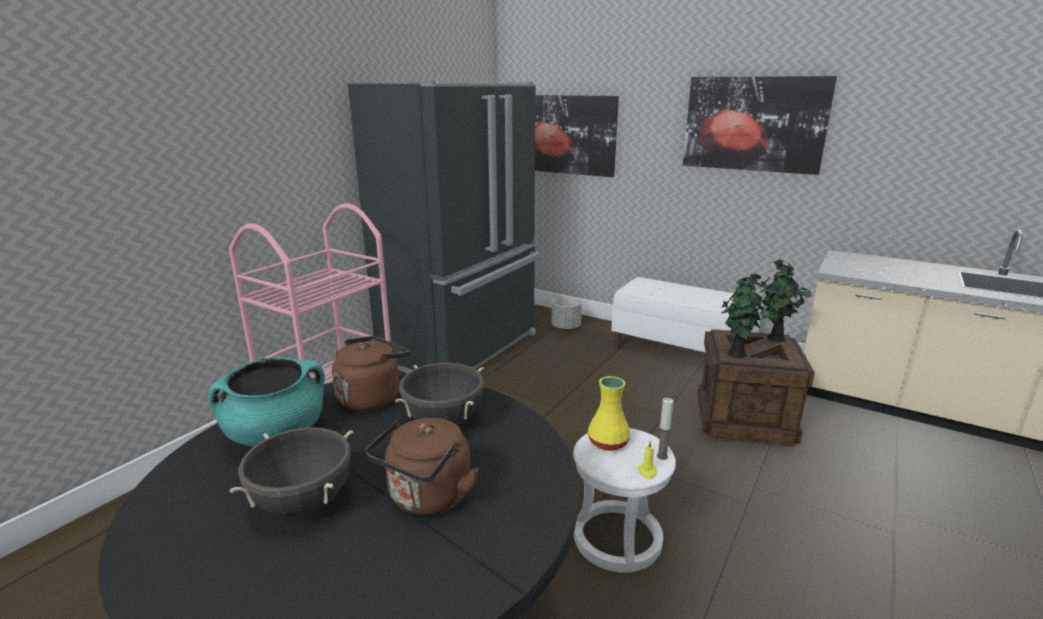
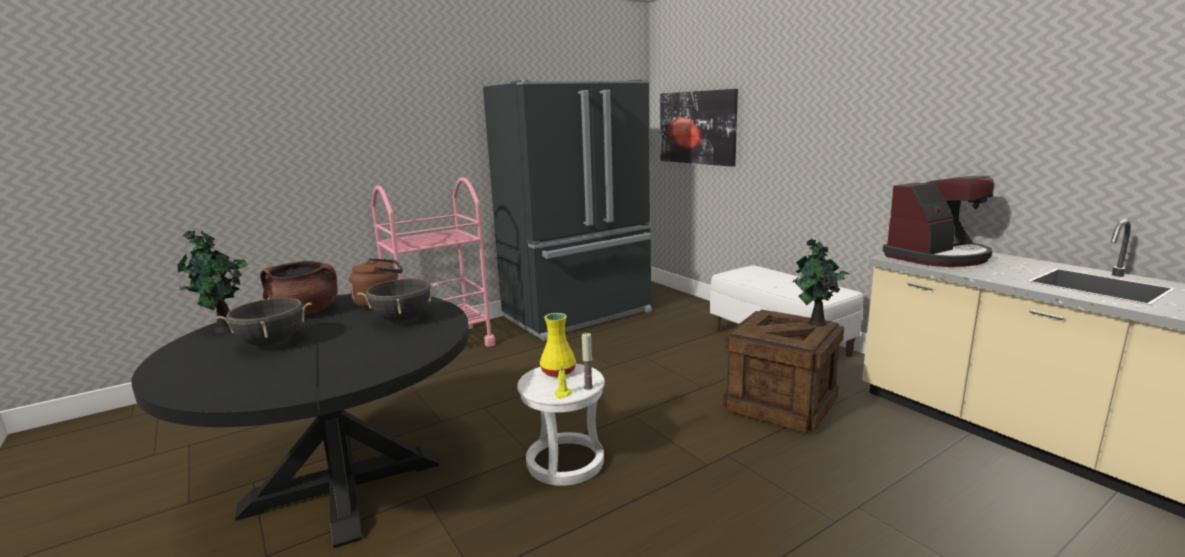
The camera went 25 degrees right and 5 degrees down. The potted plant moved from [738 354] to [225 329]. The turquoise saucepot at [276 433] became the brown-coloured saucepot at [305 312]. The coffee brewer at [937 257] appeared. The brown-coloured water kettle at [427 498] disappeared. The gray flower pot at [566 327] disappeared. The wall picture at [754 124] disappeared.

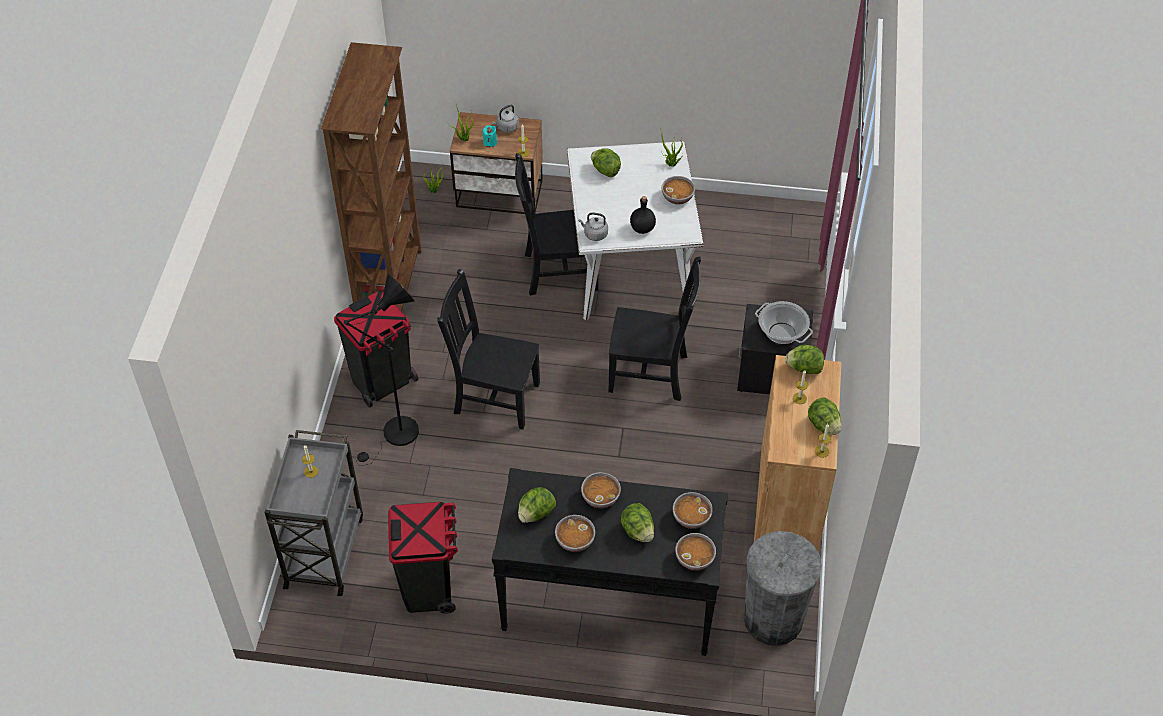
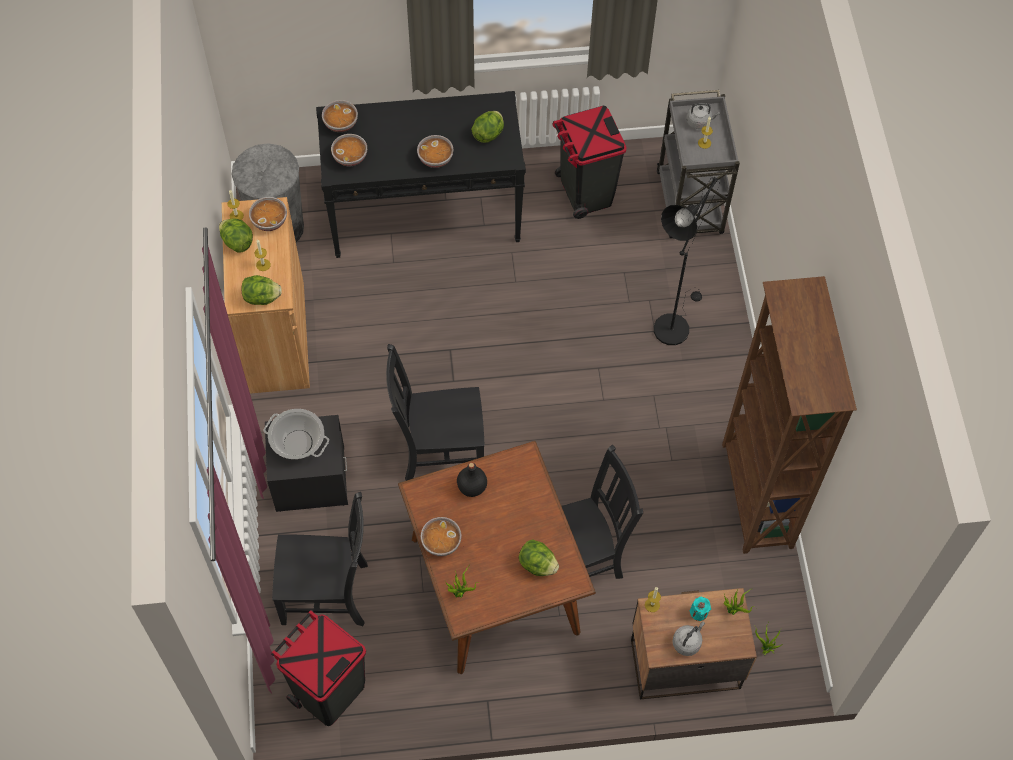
The camera went 165 degrees right and 10 degrees up. The deep dish moved from [575 541] to [269 221]. The blackish trash can moved from [382 382] to [329 691]. The blackish upright chair moved from [493 397] to [328 593]. The whitish kitchen table at [630 268] became the brown-coloured kitchen table at [494 584]. The gray water kettle moved from [594 234] to [699 121]. The lettuce head at [637 531] disappeared.

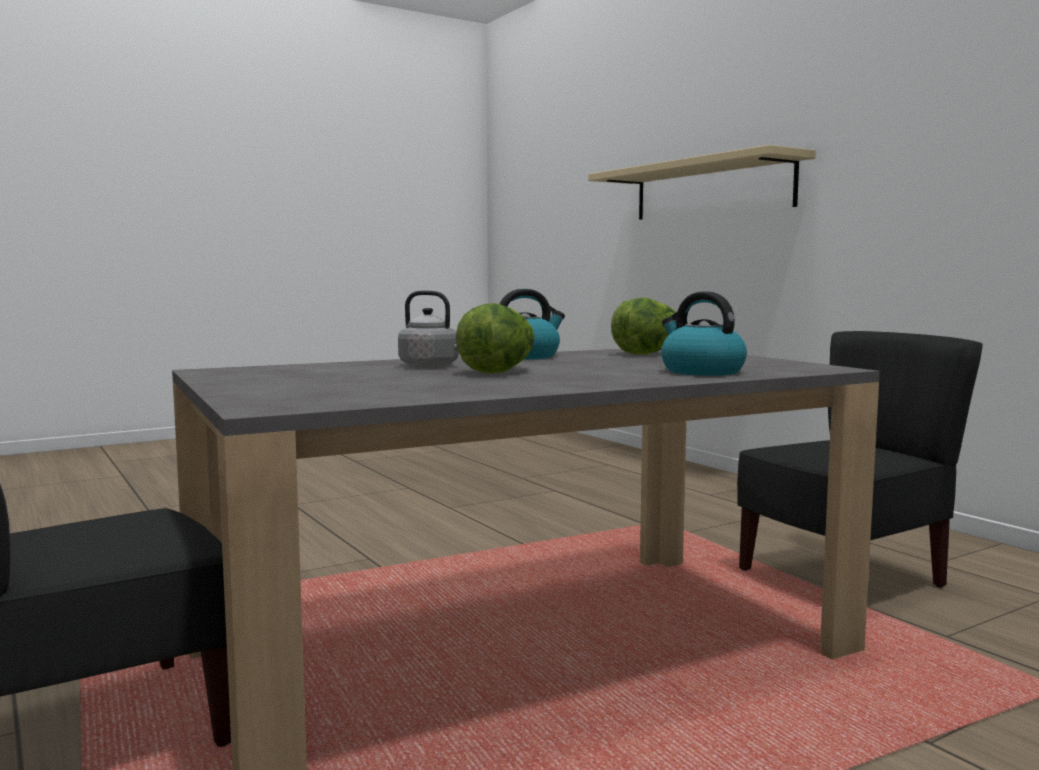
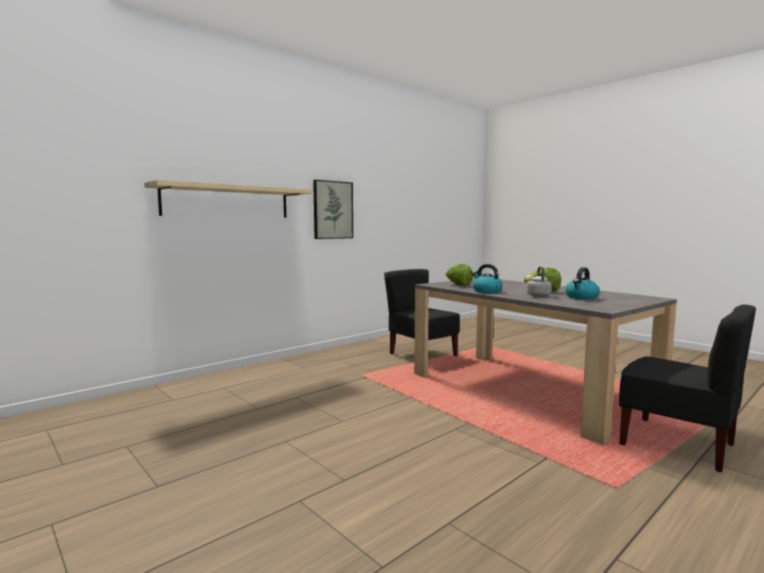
The camera went 100 degrees left and 0 degrees up. The wall picture at [332 210] appeared. The water kettle moved from [701 371] to [581 297].

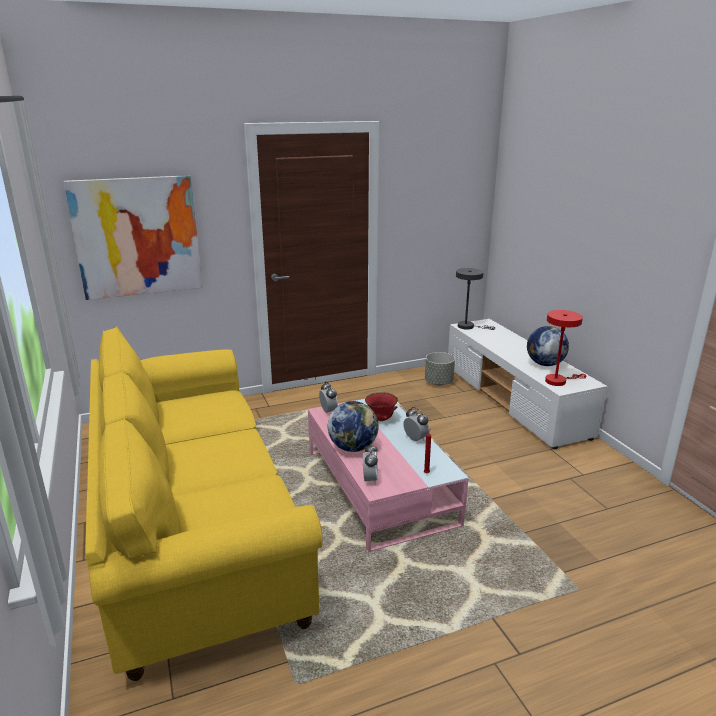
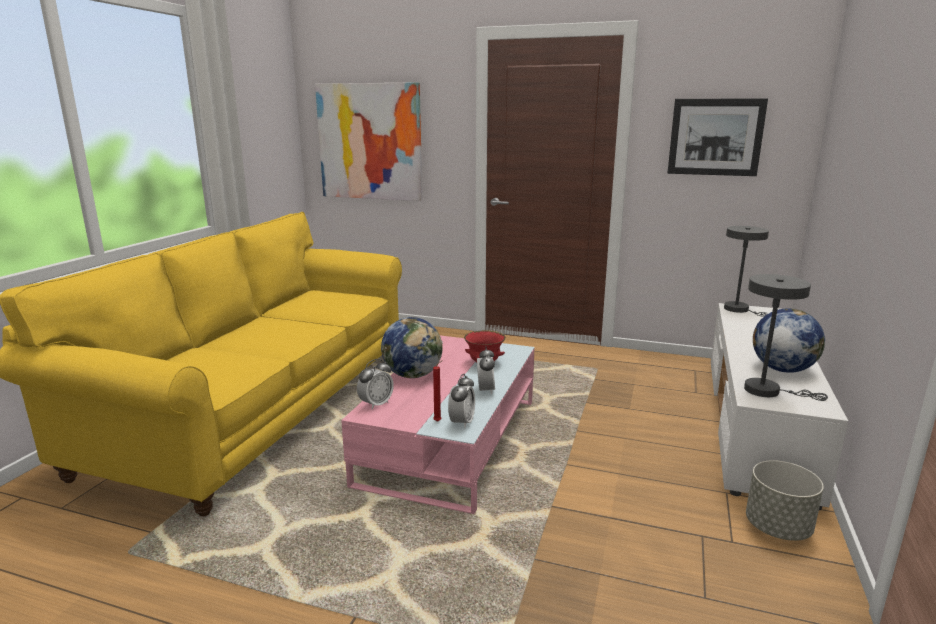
The camera went 40 degrees right and 5 degrees down. The table clock moved from [328 411] to [462 422]. The wall picture at [715 137] appeared. The reddish tabletop lamp at [558 381] became the gray tabletop lamp at [768 391]. The gray flower pot moved from [438 382] to [777 528].

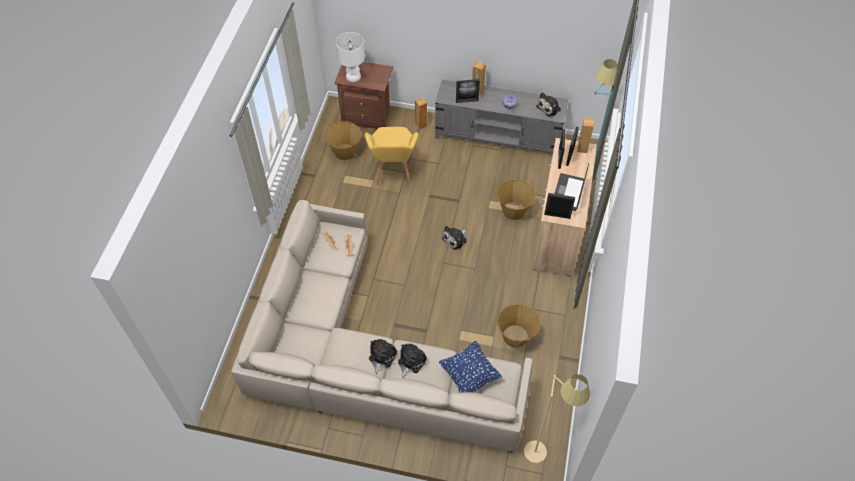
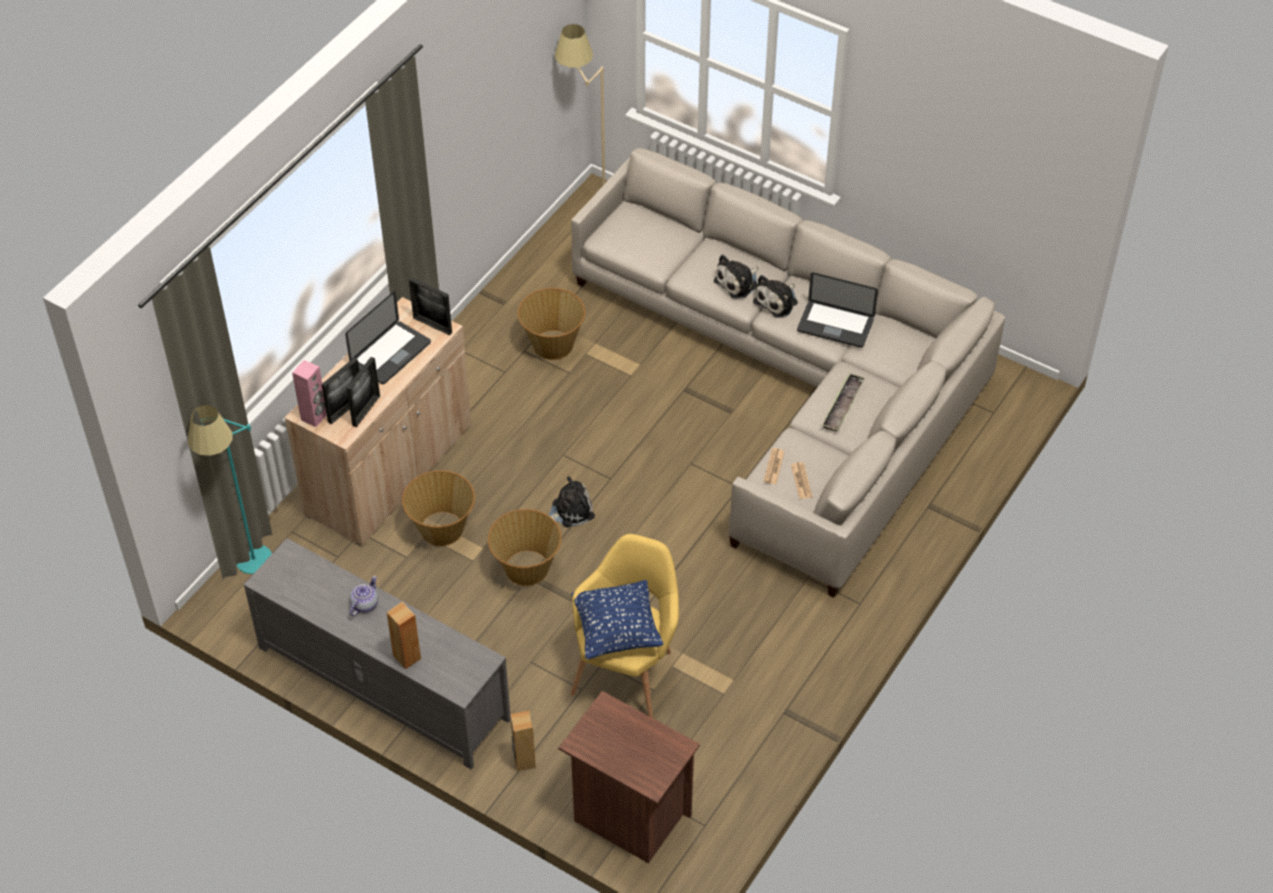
The camera went 160 degrees left and 5 degrees down. The brown-coloured loudspeaker at [582 148] became the pink loudspeaker at [314 417]. The basket moved from [345 151] to [526 569]. The blue-coloured cushion moved from [469 375] to [617 632]. The laptop at [835 325] appeared. The carrying tray at [842 405] appeared. The whitish tabletop lamp at [353 77] disappeared. The picture frame at [467 101] disappeared. The plush toy at [549 107] disappeared.

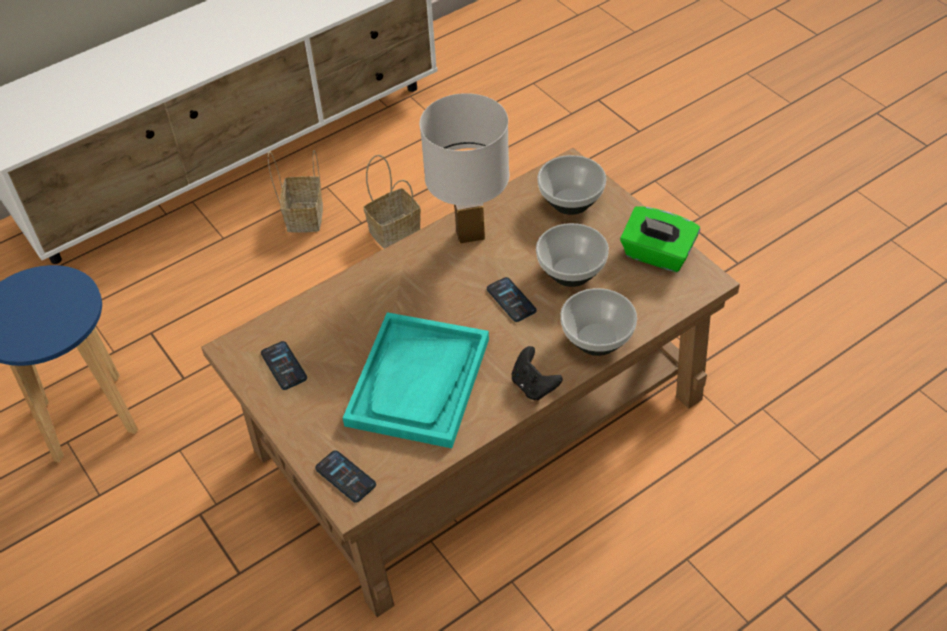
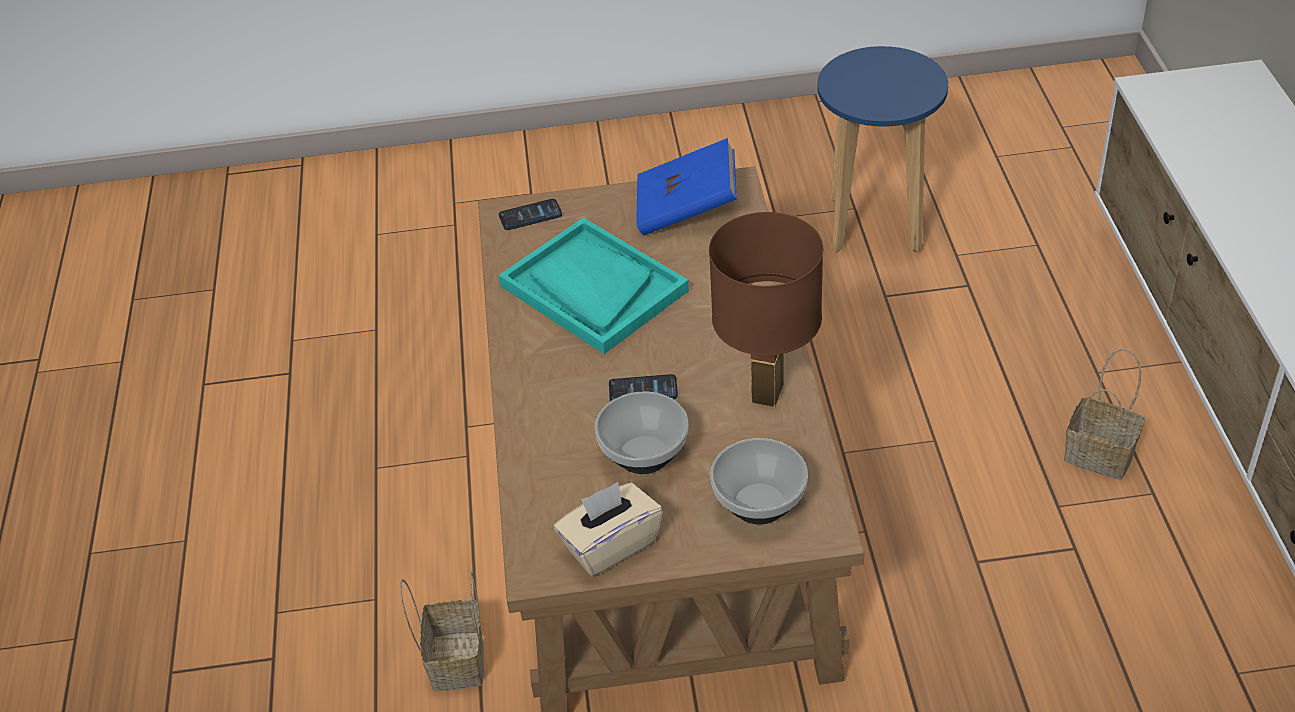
The camera went 120 degrees right and 5 degrees down. The basket moved from [394 232] to [455 659]. The green tissue box at [657 255] became the beige tissue box at [610 545]. The telephone at [284 366] was replaced by the blue-coloured book at [687 209]. The whitish tabletop lamp at [471 234] became the brown-coloured tabletop lamp at [768 394]. The blackish joypad at [534 386] disappeared. The deep dish at [597 339] disappeared.

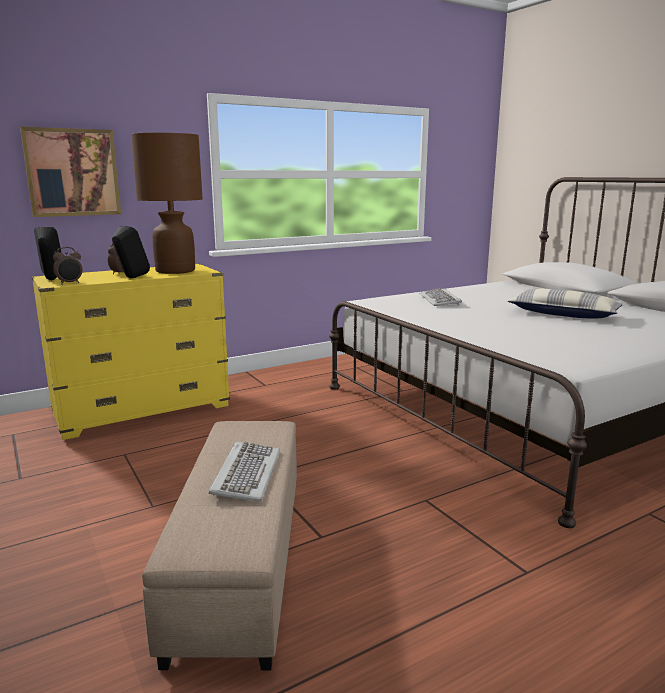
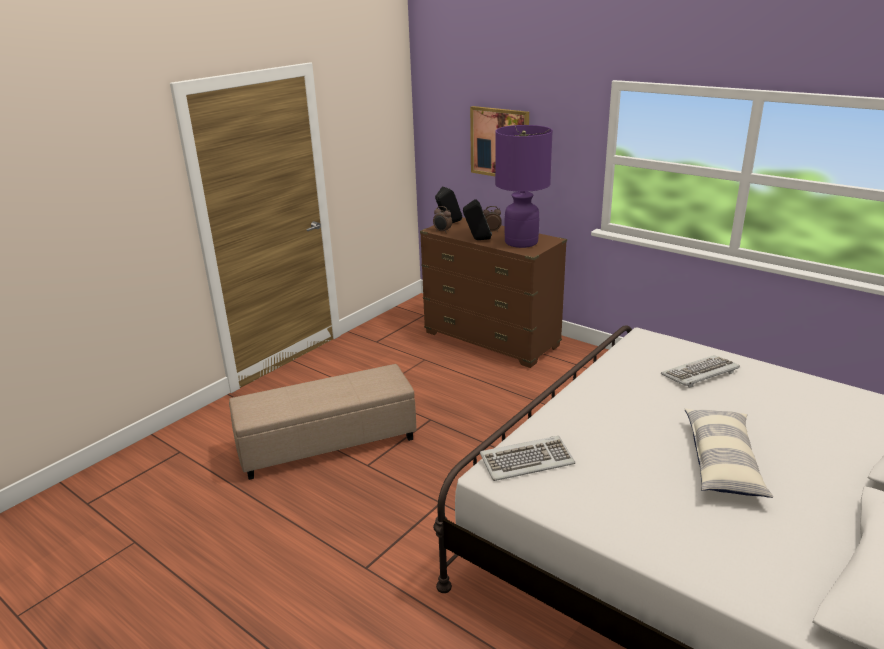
The camera went 70 degrees right and 10 degrees up. The yellowish dresser at [143 411] became the brown-coloured dresser at [491 340]. The computer keyboard moved from [246 474] to [527 460]. The brown-coloured tabletop lamp at [176 271] became the purple-coloured tabletop lamp at [521 242].

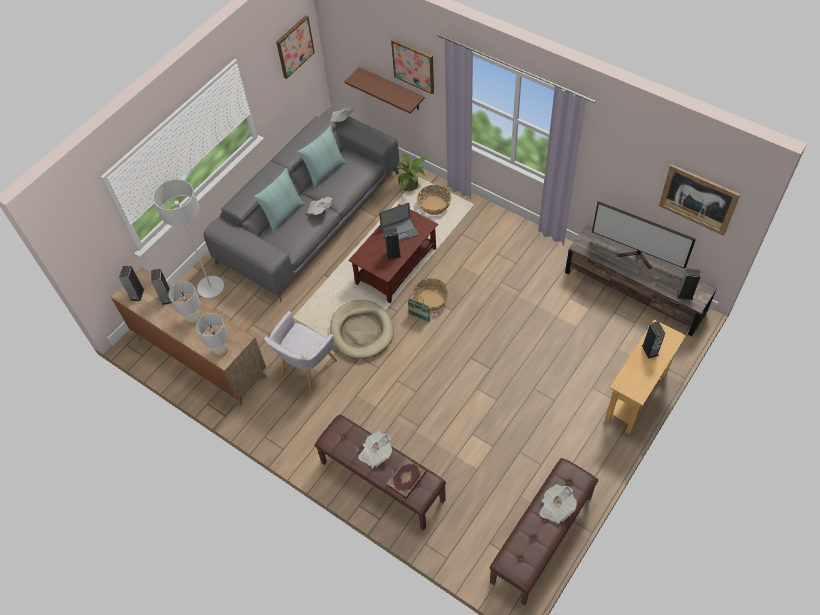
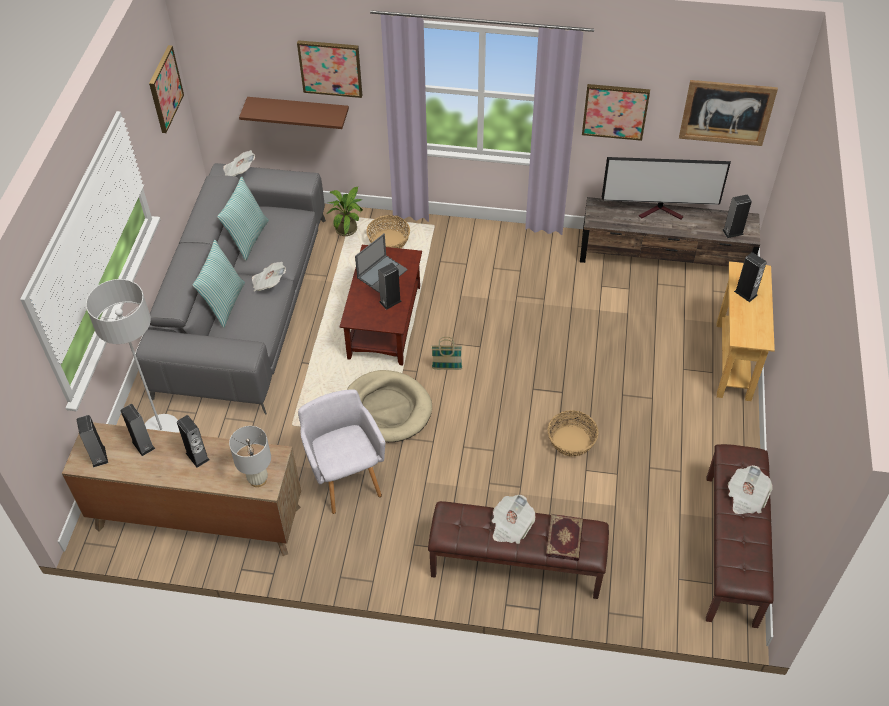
The camera went 30 degrees left and 5 degrees down. The whitish tabletop lamp at [194 319] was replaced by the loudspeaker at [197 456]. The gray easy chair at [306 369] turned 150 degrees clockwise. The basket moved from [431 300] to [571 441]. The wall picture at [615 111] appeared.

